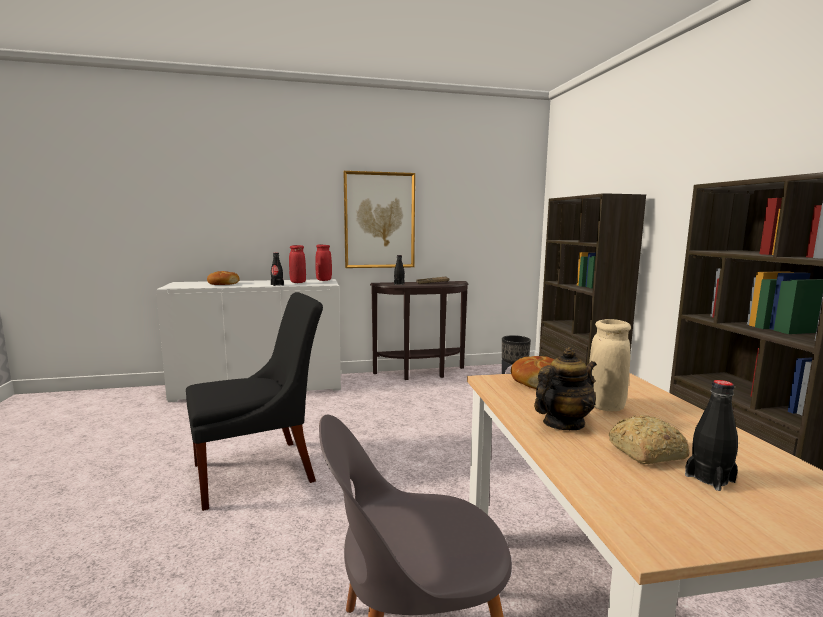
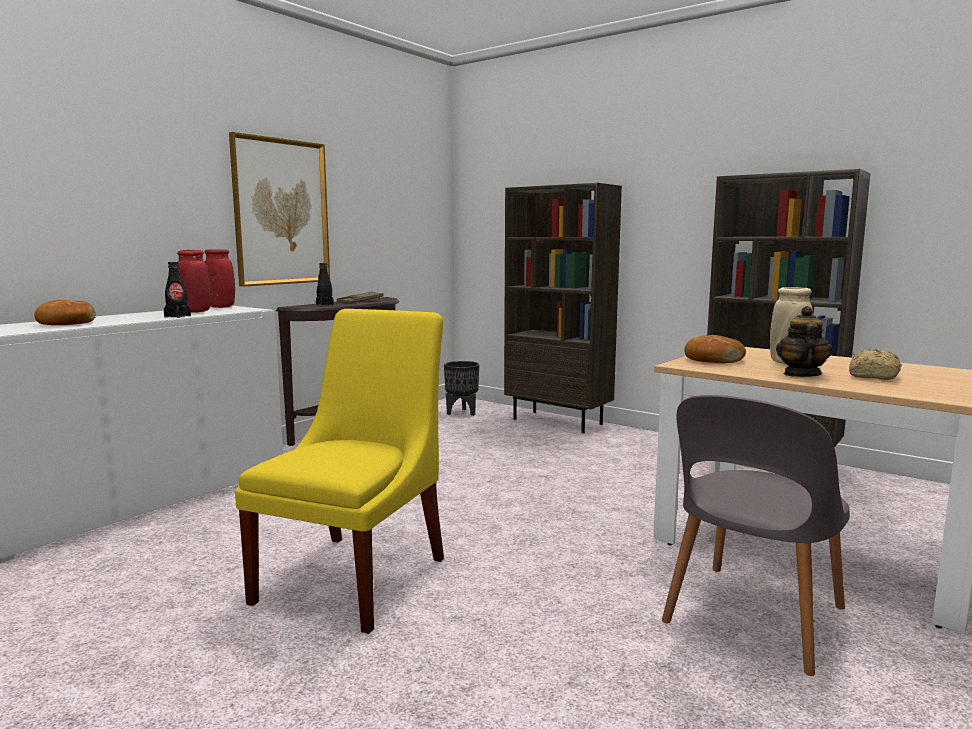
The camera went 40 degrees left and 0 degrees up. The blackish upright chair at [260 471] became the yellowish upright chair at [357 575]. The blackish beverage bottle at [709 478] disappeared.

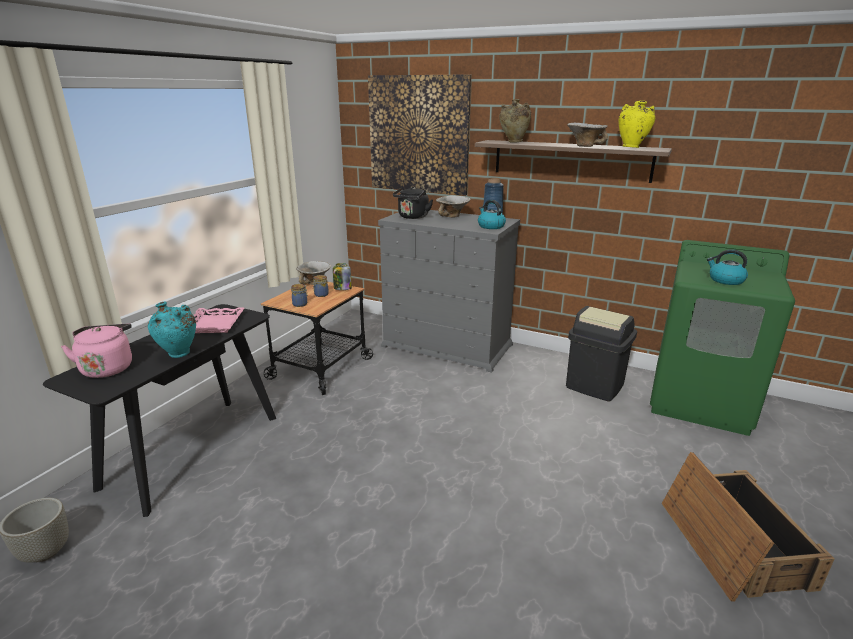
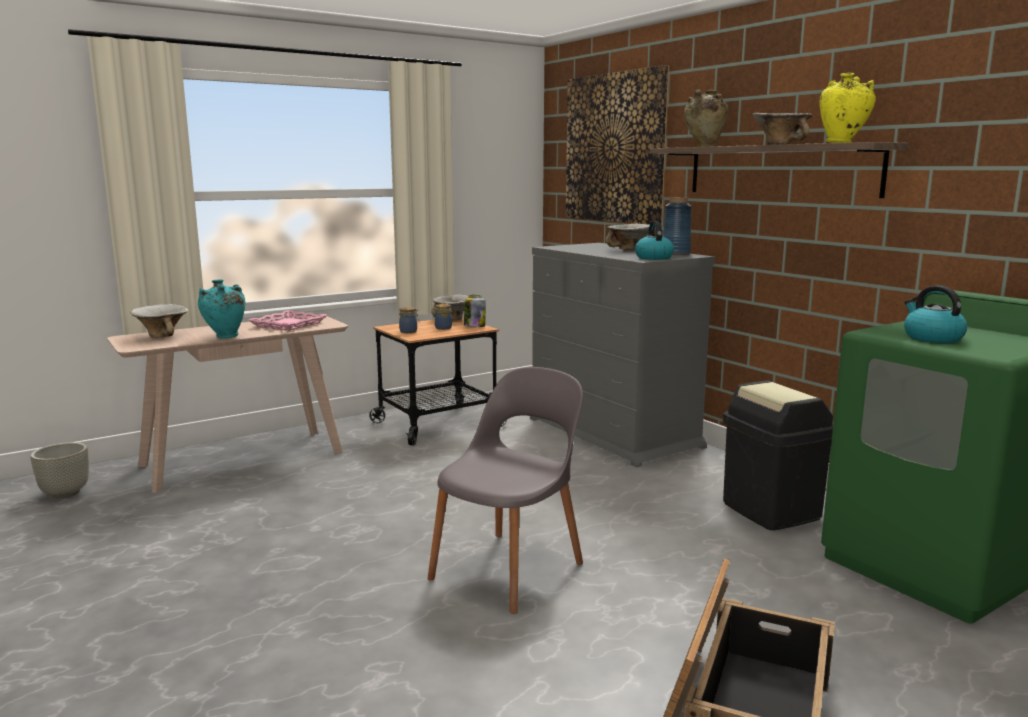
The camera went 30 degrees right and 10 degrees down. The blackish hall table at [193 450] became the beige hall table at [243 459]. The pink water kettle at [108 368] was replaced by the deep dish at [163 336]. The gray upright chair at [509 569] appeared. The blackish water kettle at [412 217] disappeared.

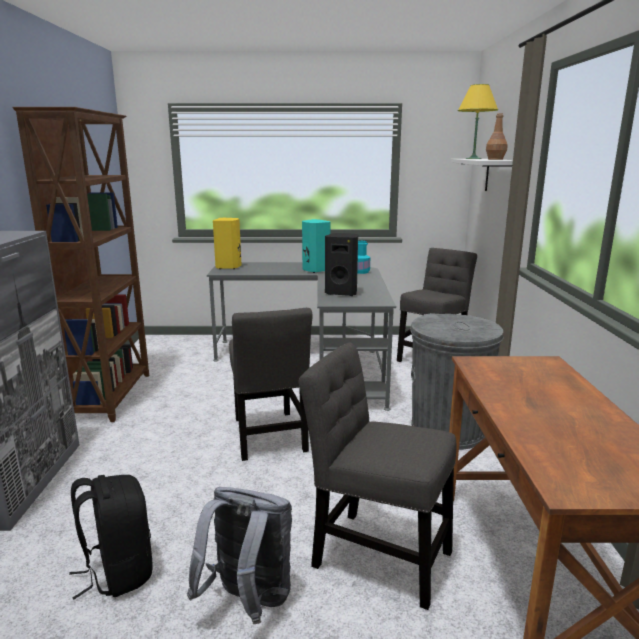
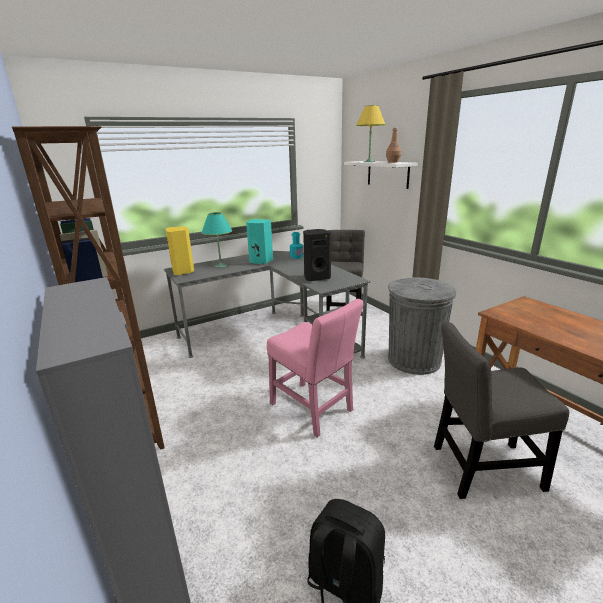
The camera went 30 degrees left and 5 degrees up. The turquoise tabletop lamp at [221 266] appeared. The gray upright chair at [269 437] became the pink upright chair at [313 409]. The gray knapsack at [248 602] disappeared.

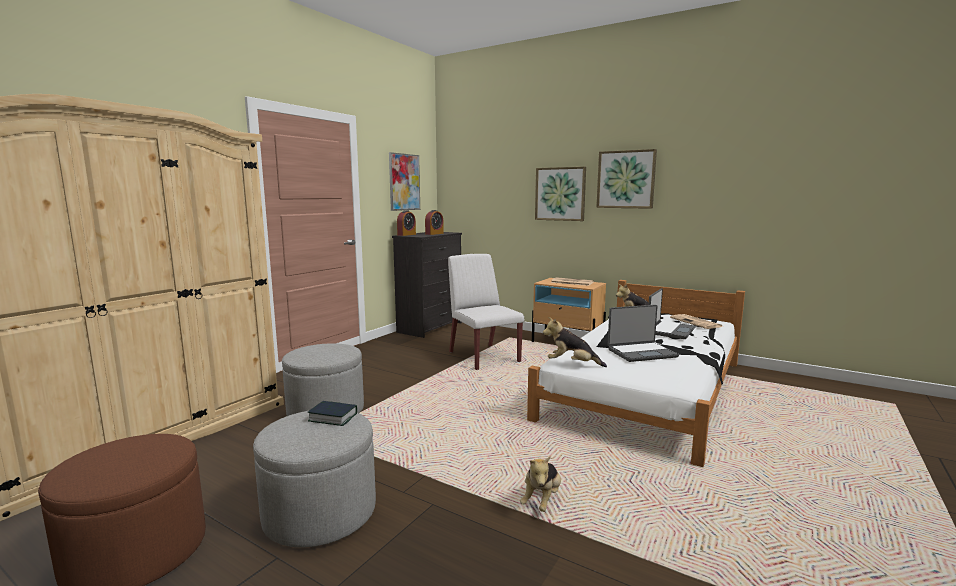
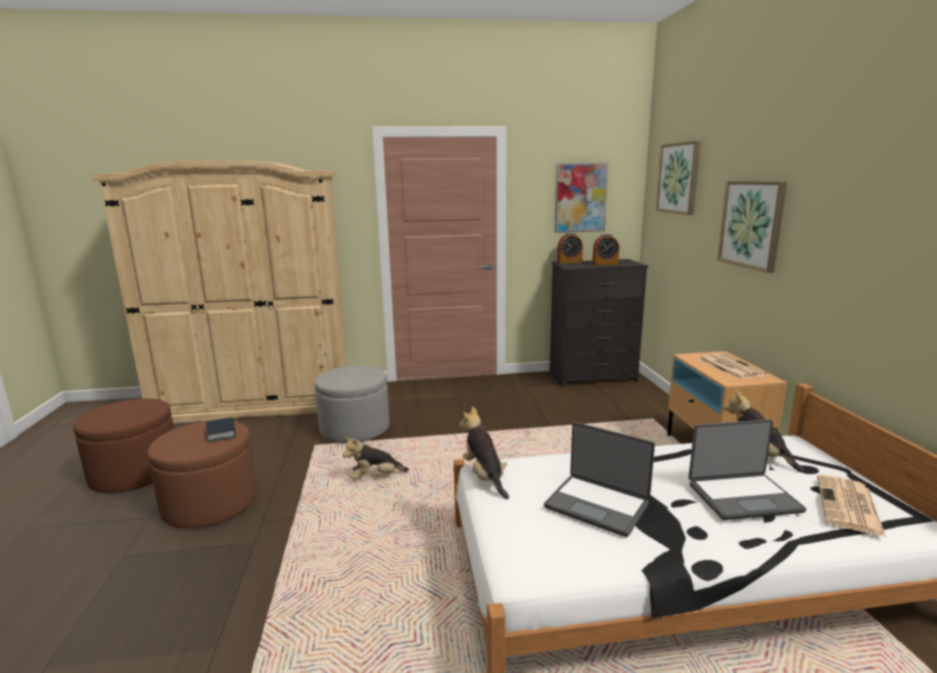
The camera went 50 degrees right and 5 degrees up. The gray pouffe at [320 513] became the brown-coloured pouffe at [210 503]. The plush toy moved from [542 500] to [375 477]. The wall picture moved from [626 179] to [679 178]. The whitish upright chair at [483 357] disappeared.

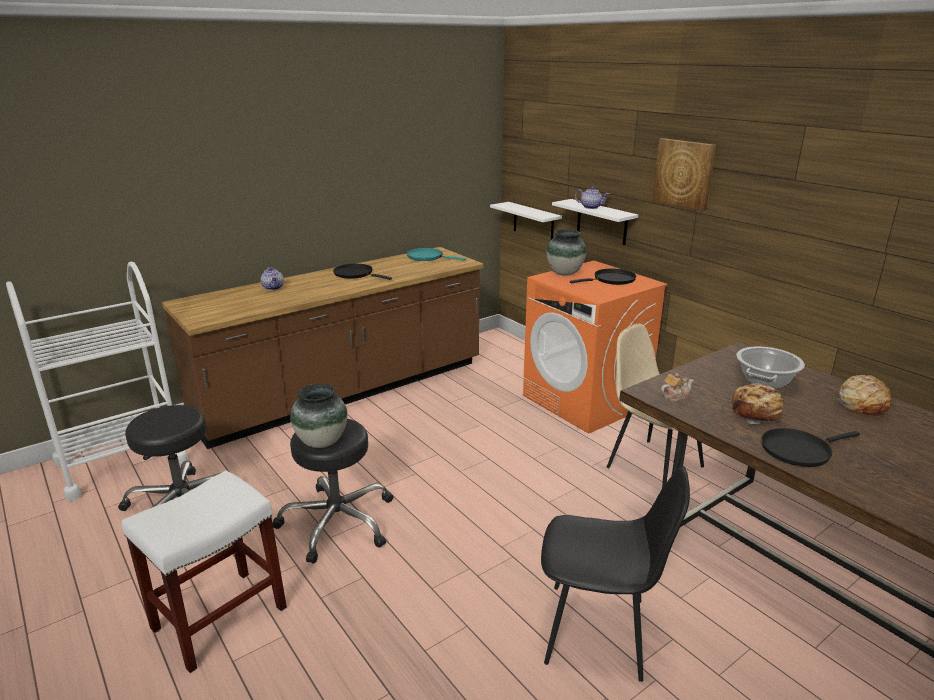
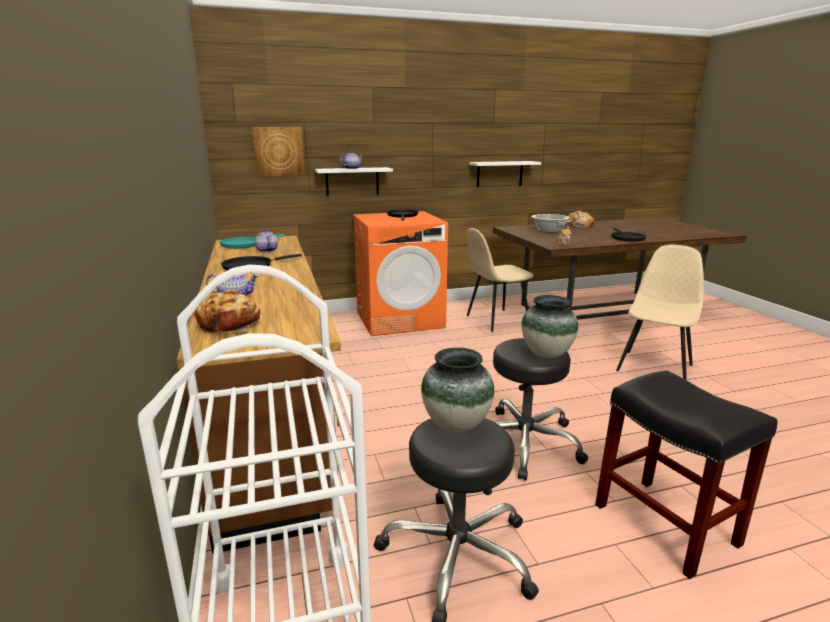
The camera went 70 degrees left and 5 degrees down. The bread moved from [756 413] to [230 324]. The wall picture moved from [684 173] to [279 151]. The teapot at [266 250] appeared. The decorative vase moved from [565 273] to [456 424]. The whitish bracket shelf moved from [533 222] to [499 174]. The whitish stool seat at [220 617] became the blackish stool seat at [663 524]. The blackish upright chair at [599 631] became the beige upright chair at [655 367].

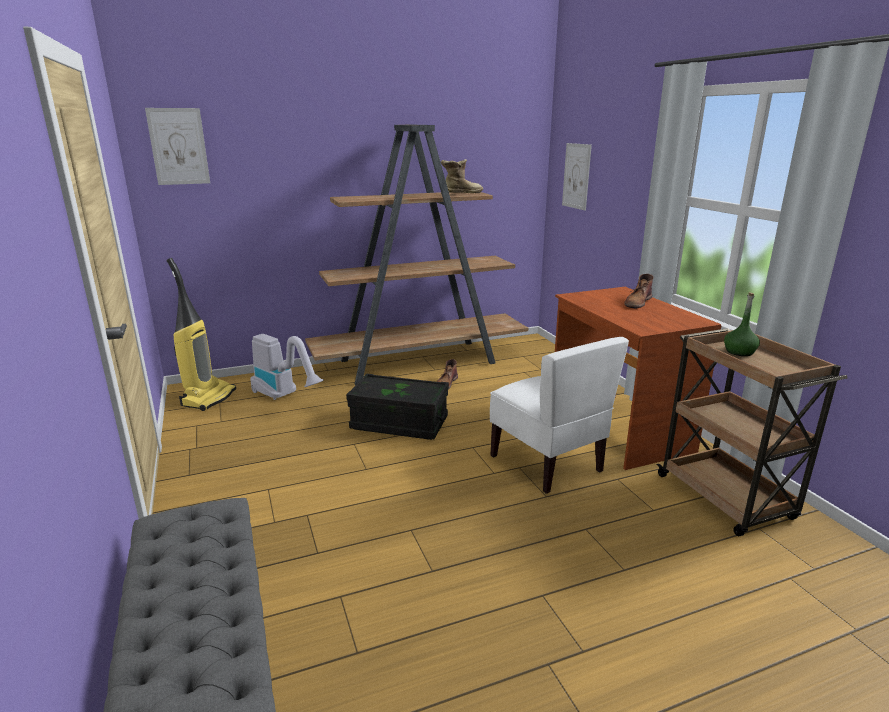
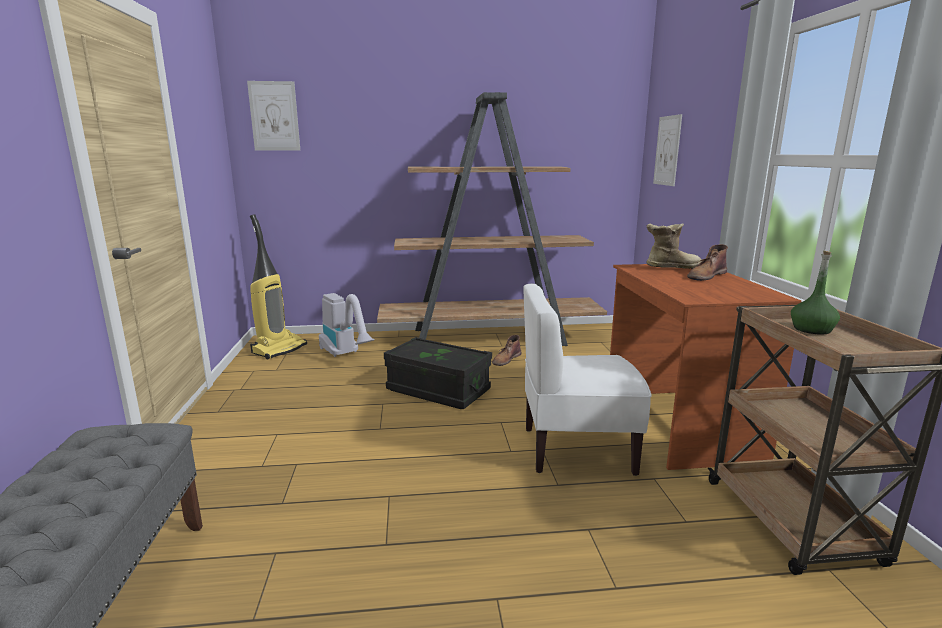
The camera went 15 degrees right and 5 degrees down. The whitish upright chair at [547 463] turned 105 degrees clockwise. The boot moved from [460 193] to [670 267].

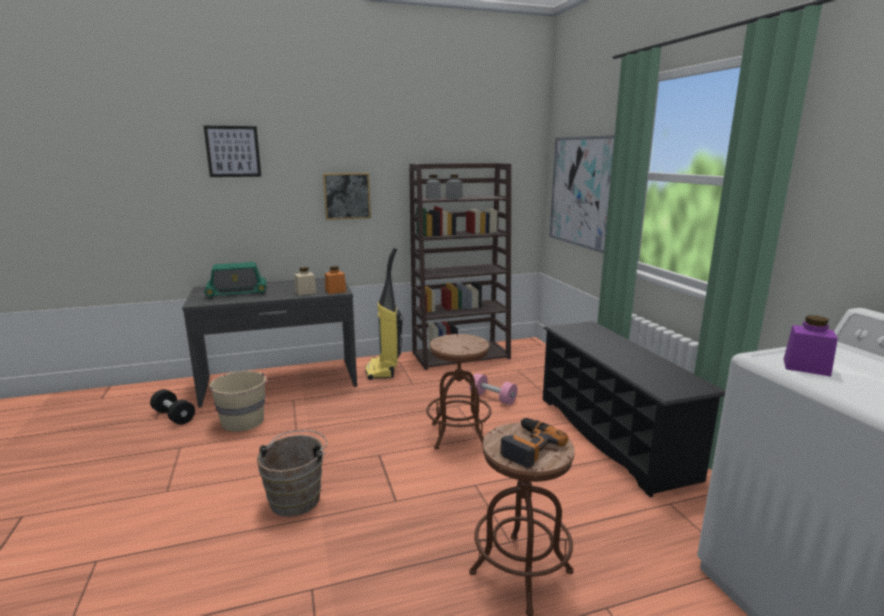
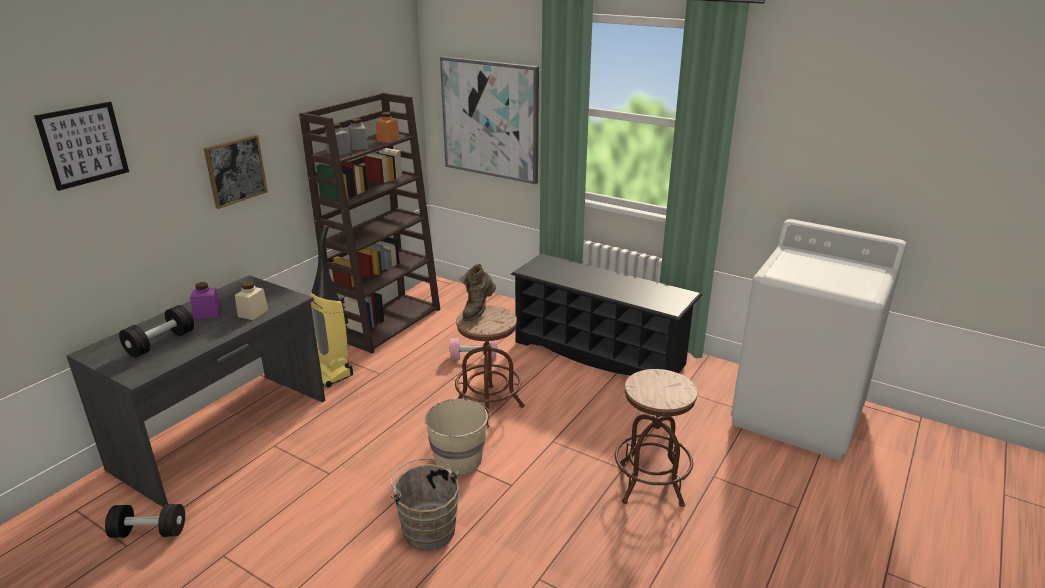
The camera went 40 degrees left and 10 degrees up. The radio receiver at [237 293] was replaced by the blackish free weight at [161 343]. The purple-coloured preserve jar moved from [806 367] to [208 314]. The orange preserve jar moved from [335 291] to [388 140]. The beige bucket moved from [243 421] to [459 459]. The brown-coloured boot at [478 311] appeared. The drill at [528 446] disappeared.

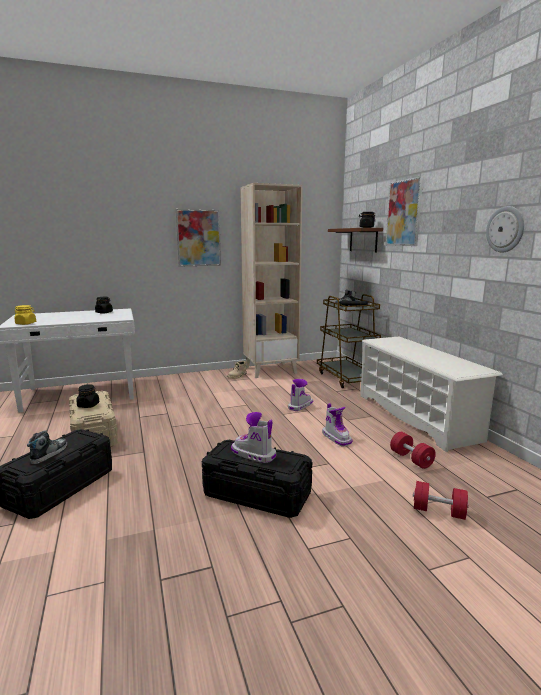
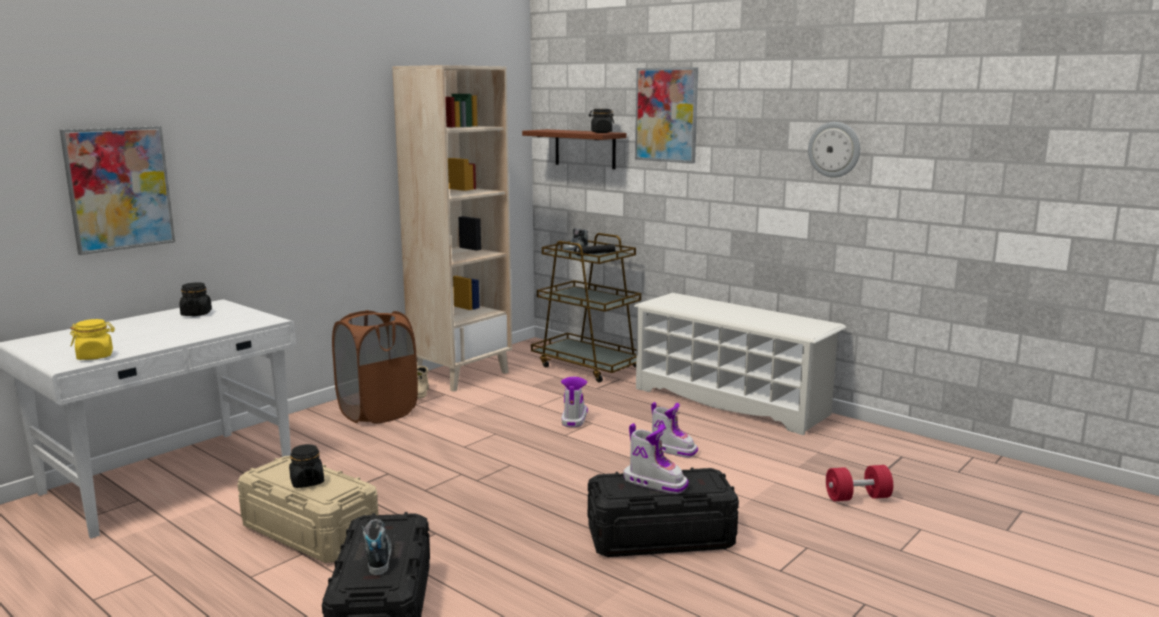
The camera went 30 degrees left and 0 degrees up. The wall picture moved from [198 238] to [119 188]. The brown-coloured washing basket at [378 412] appeared. The boot at [253 454] turned 150 degrees counterclockwise. The reddish free weight at [411 459] disappeared.

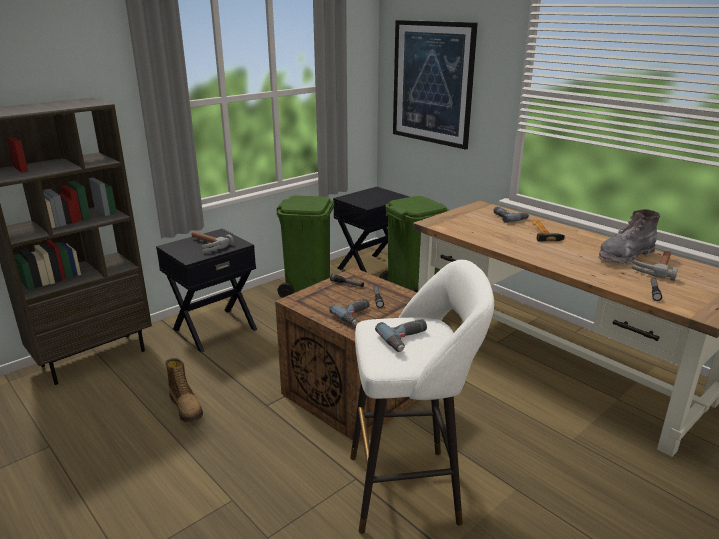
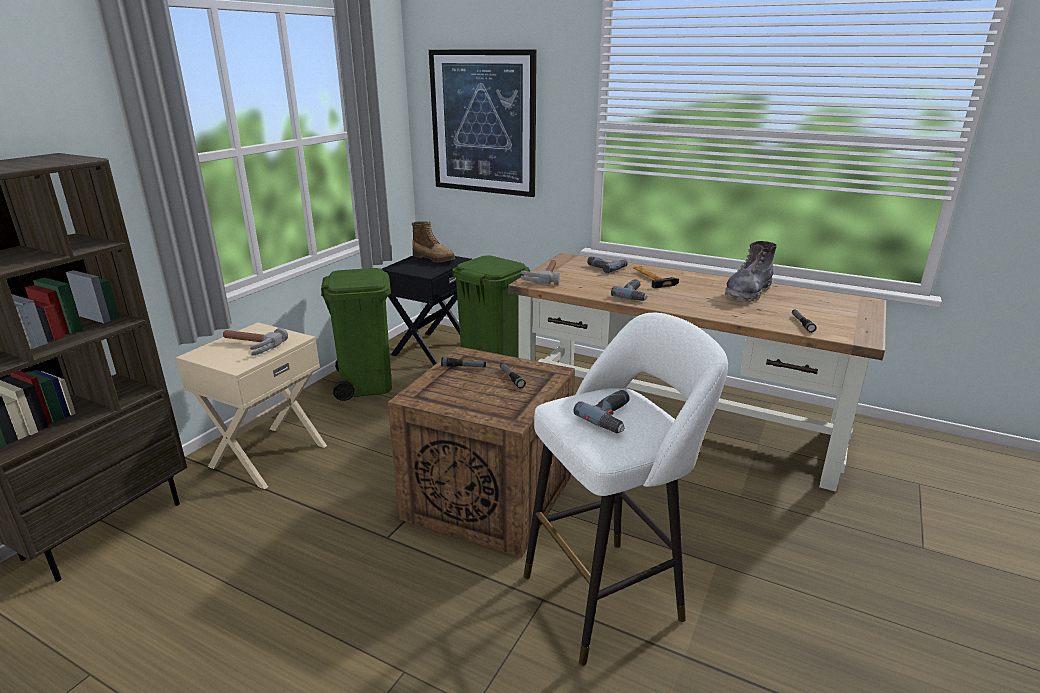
The camera went 20 degrees left and 0 degrees up. The blackish bedside table at [214 329] became the beige bedside table at [267 455]. The boot moved from [186 407] to [434 259]. The hammer moved from [655 267] to [542 276]. The drill moved from [355 316] to [634 295].

